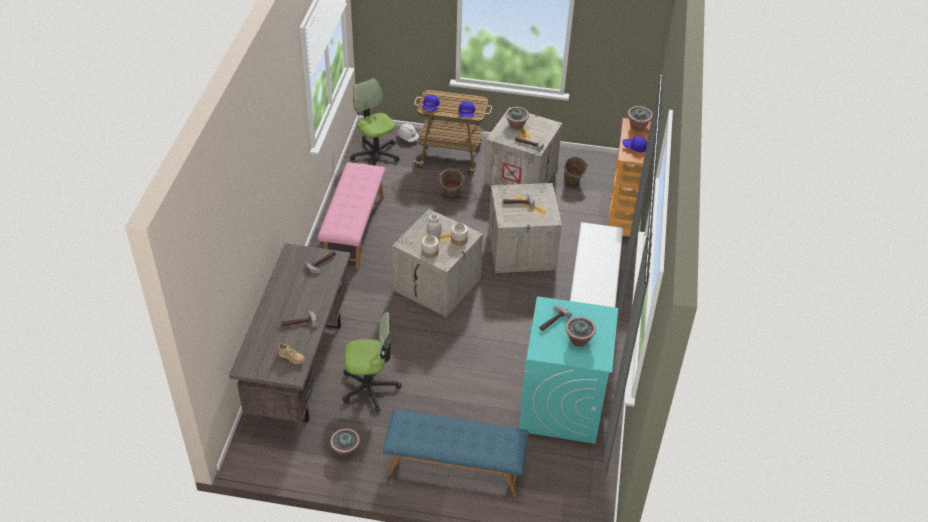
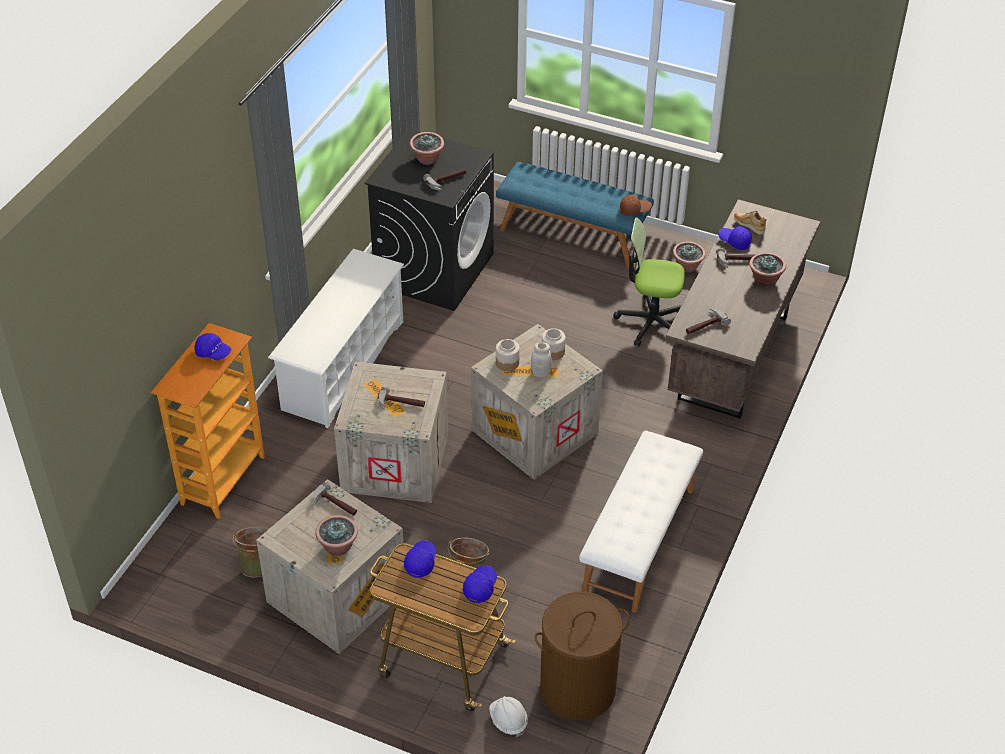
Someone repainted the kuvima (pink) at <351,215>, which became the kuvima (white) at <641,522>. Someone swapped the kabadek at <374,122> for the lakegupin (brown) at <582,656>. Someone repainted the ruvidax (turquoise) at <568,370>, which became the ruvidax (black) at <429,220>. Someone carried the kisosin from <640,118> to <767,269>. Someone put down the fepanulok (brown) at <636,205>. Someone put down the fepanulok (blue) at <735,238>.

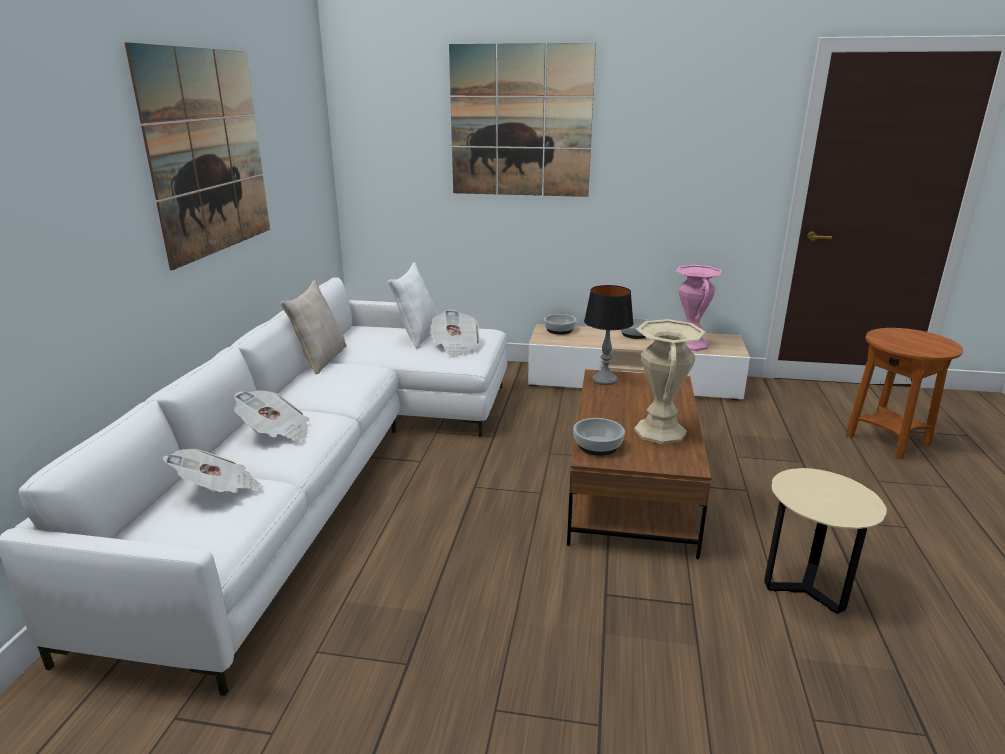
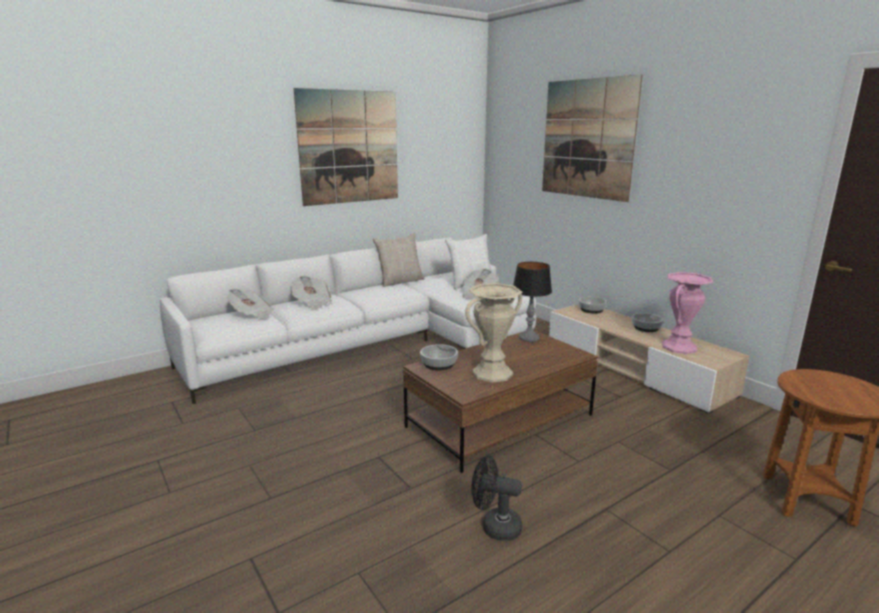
Someone swapped the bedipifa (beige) at <825,541> for the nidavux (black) at <497,498>.

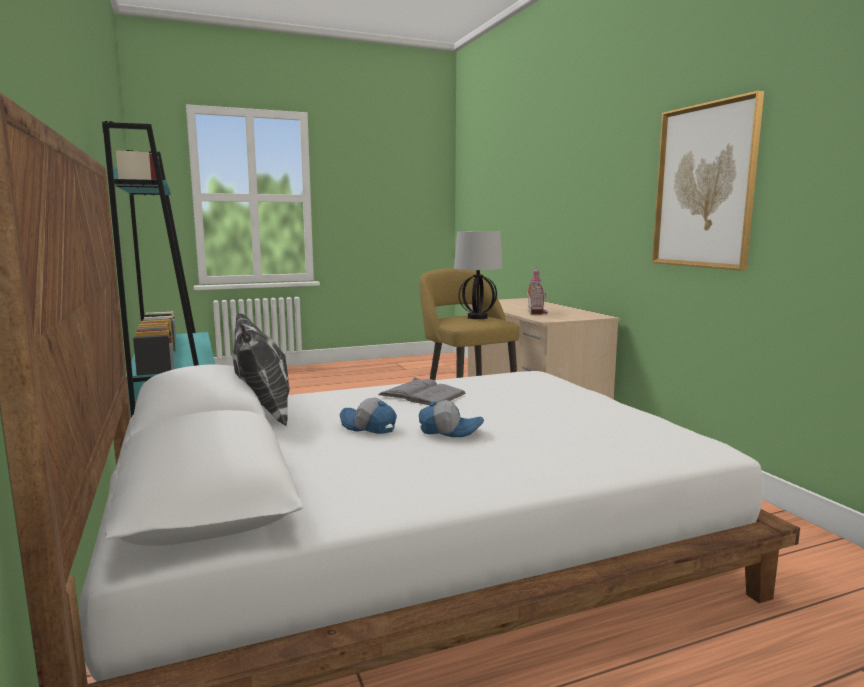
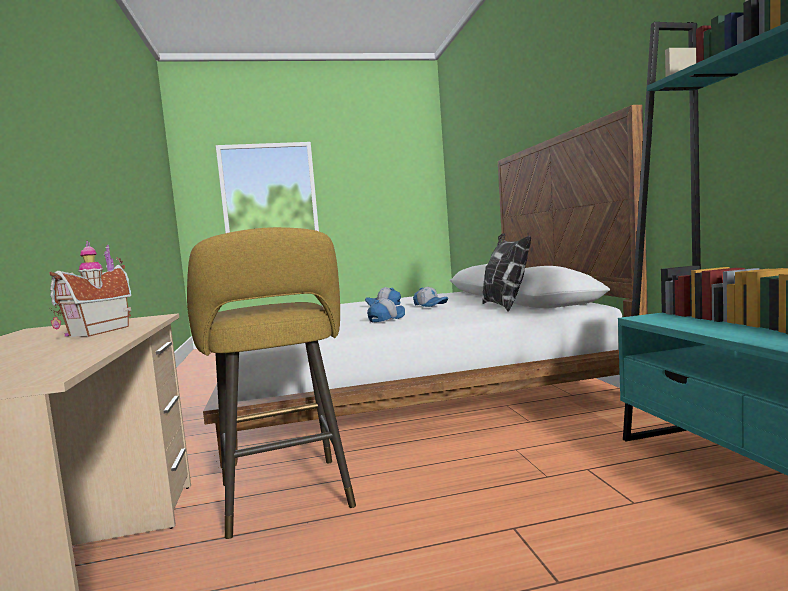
Someone swapped the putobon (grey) at <422,391> for the fepanulok at <386,310>. Someone took away the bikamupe at <478,275>. Someone took away the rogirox at <708,180>.

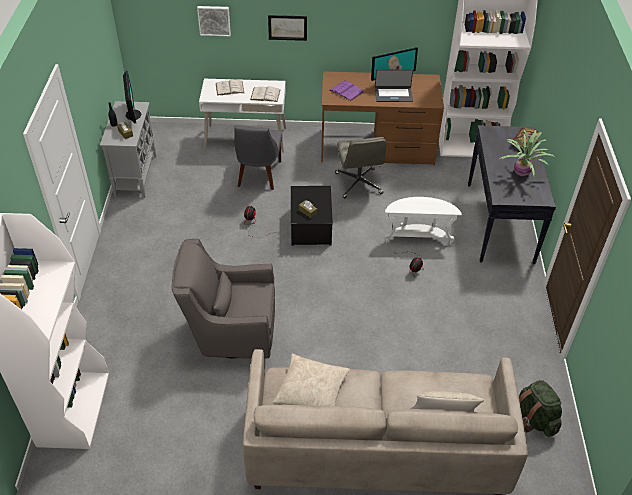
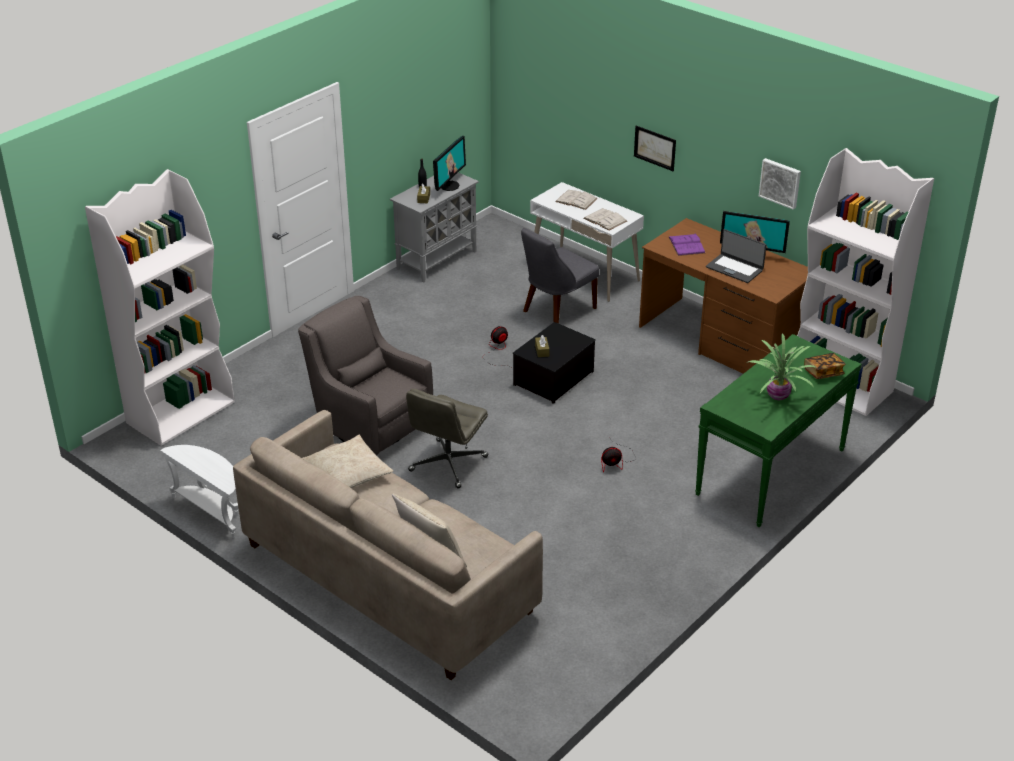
Someone carried the rogirox from <214,21> to <780,184>. Someone carried the kabadek (grey) from <360,168> to <447,438>. Someone carried the bedipifa (white) from <423,220> to <199,491>. Someone repainted the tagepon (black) at <512,194>, which became the tagepon (green) at <778,430>. Someone took away the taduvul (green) at <540,408>.

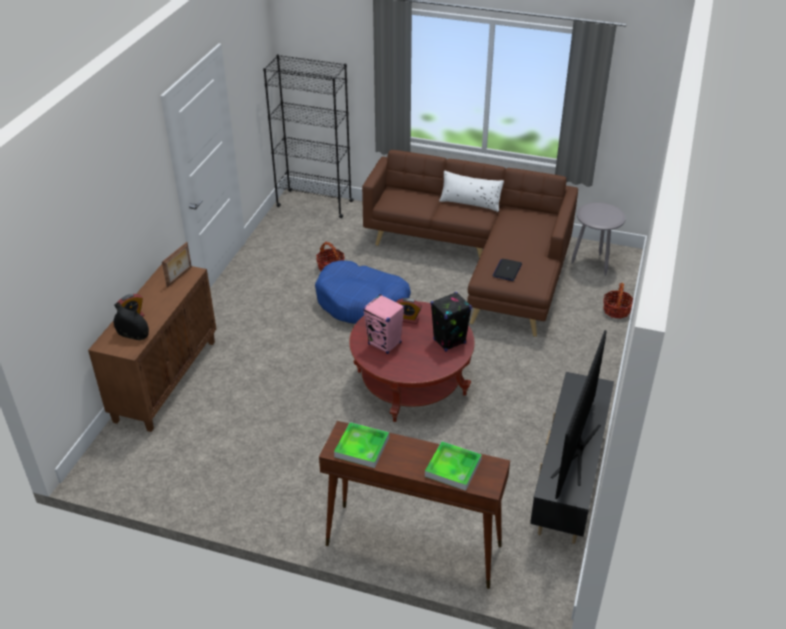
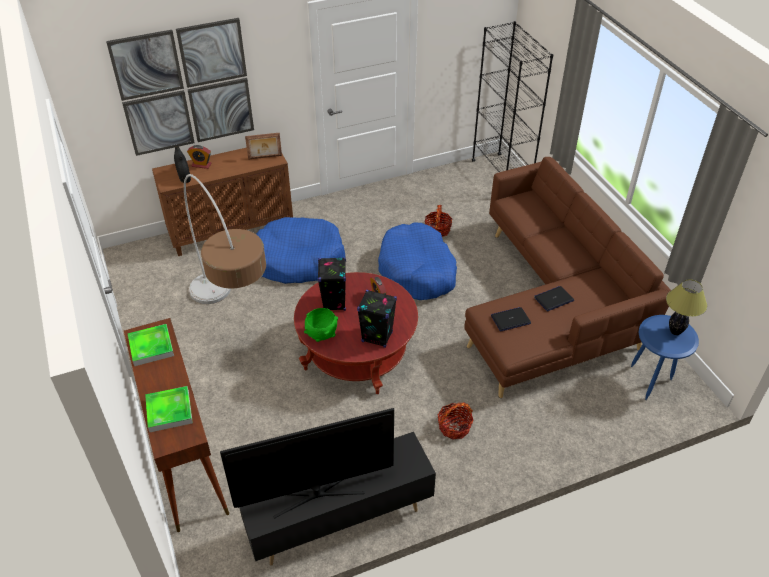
Someone repainted the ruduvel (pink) at <384,324>, which became the ruduvel (black) at <332,284>. Someone took away the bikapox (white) at <471,191>. Someone repainted the bedipifa (grey) at <598,239>, which became the bedipifa (blue) at <665,357>. Someone carried the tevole from <618,301> to <455,421>. Someone put up the rogirox at <180,87>. Someone put down the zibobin at <225,239>. Someone put down the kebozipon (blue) at <301,250>. Someone put down the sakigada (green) at <321,325>. Someone put down the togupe at <554,298>. Someone put down the bikamupe at <686,307>.

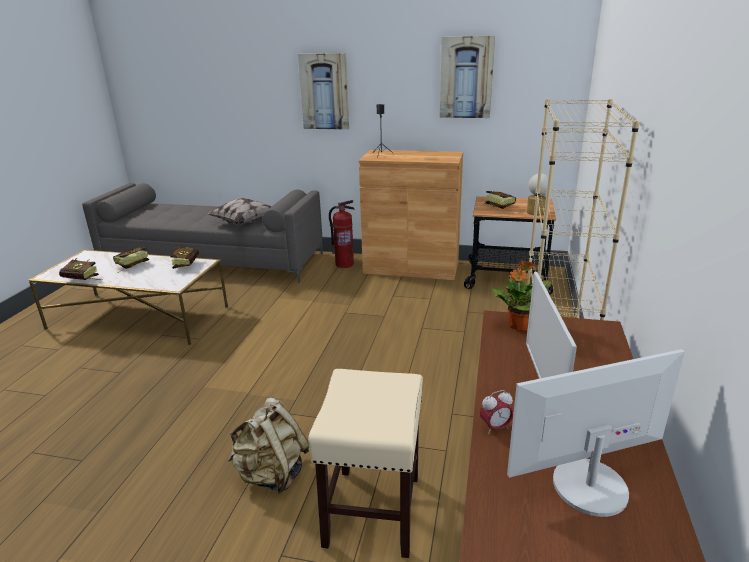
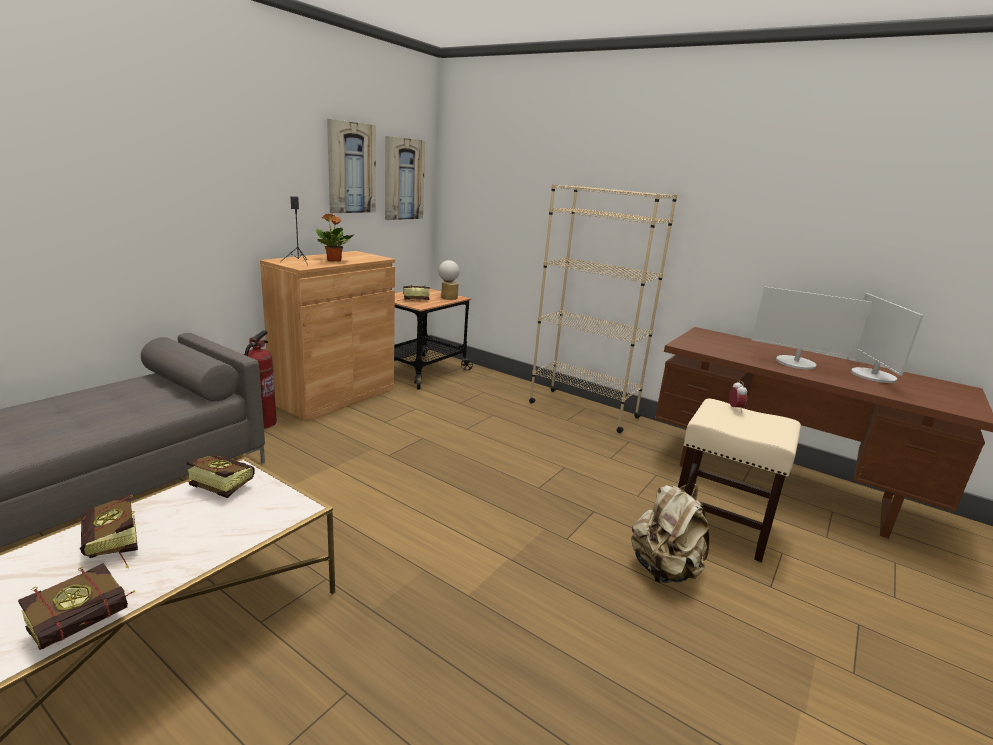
Someone took away the bikapox at <239,211>. Someone carried the rogirox from <323,91> to <405,178>. Someone carried the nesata from <497,412> to <738,396>. Someone carried the kisosin from <521,295> to <335,237>.

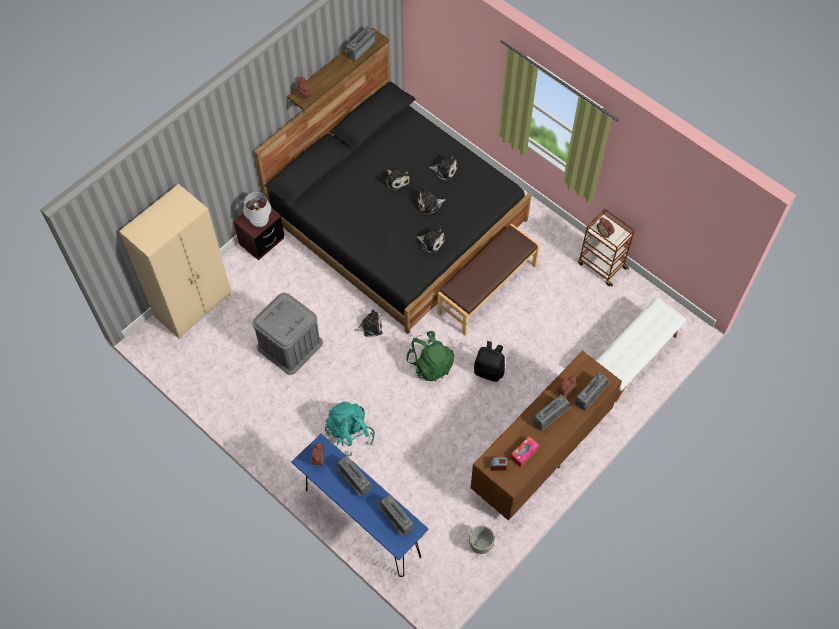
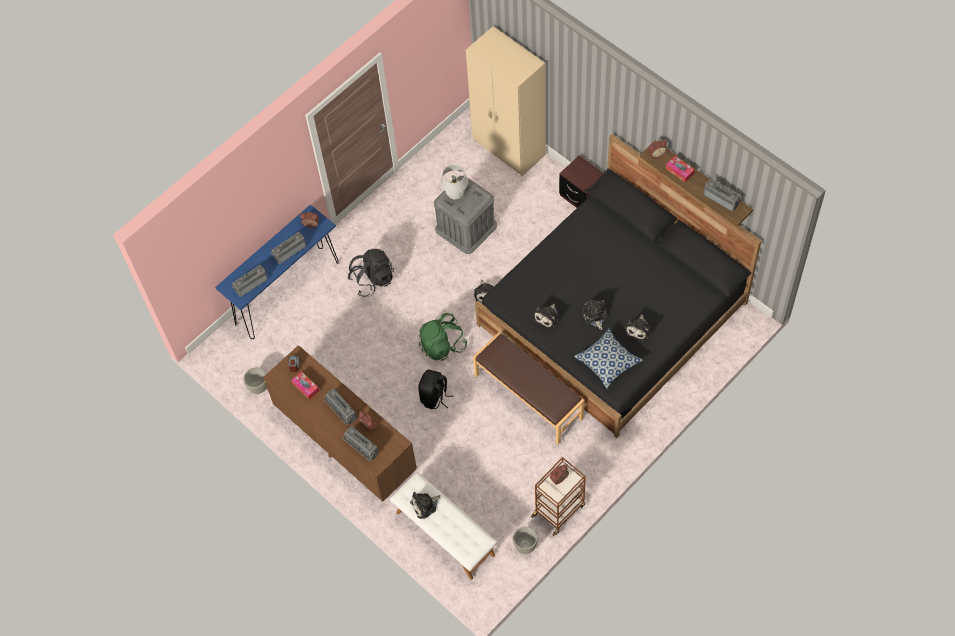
Someone carried the bikamupe (white) from <257,209> to <454,182>. Someone repainted the taduvul (turquoise) at <350,428>, which became the taduvul (black) at <371,273>. Someone carried the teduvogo from <397,180> to <425,505>. Someone put down the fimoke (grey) at <525,540>. Someone put down the bikapox at <608,358>. Someone put down the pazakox at <680,169>.

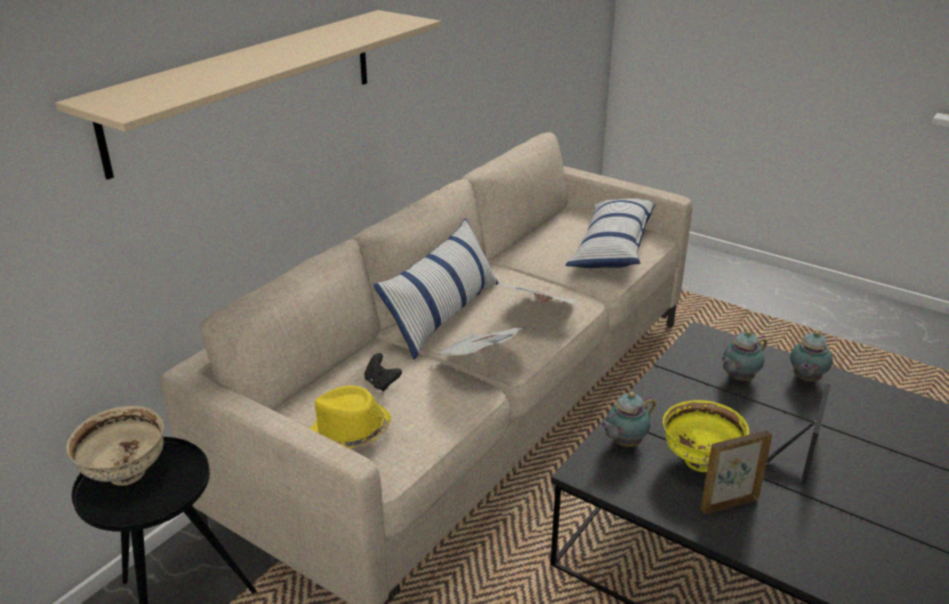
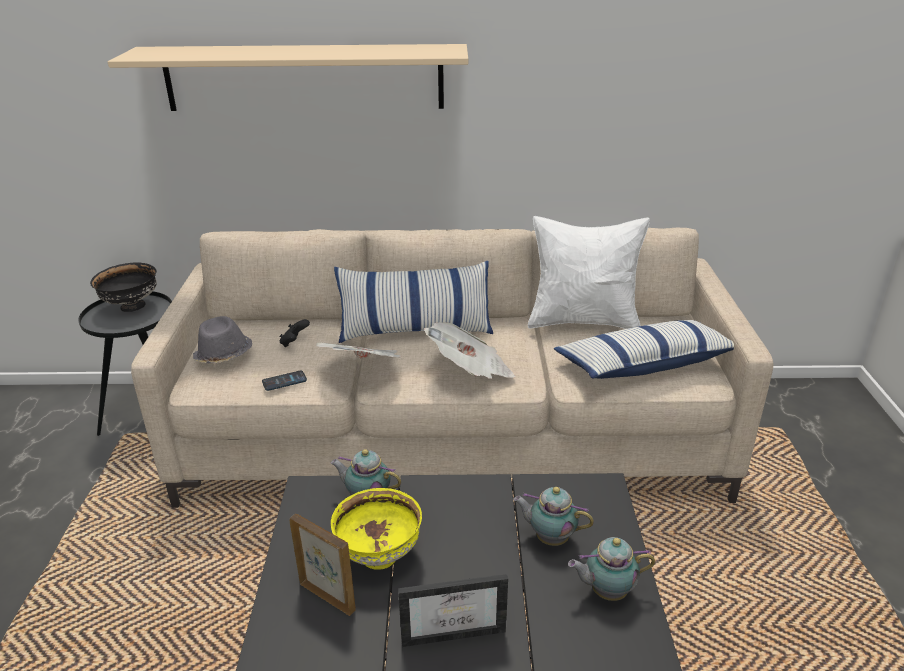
Someone repainted the sakigada (beige) at <115,446>, which became the sakigada (black) at <123,287>. Someone repainted the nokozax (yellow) at <350,417>, which became the nokozax (grey) at <222,339>. Someone put down the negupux at <284,381>. Someone put down the bikapox (white) at <589,272>.

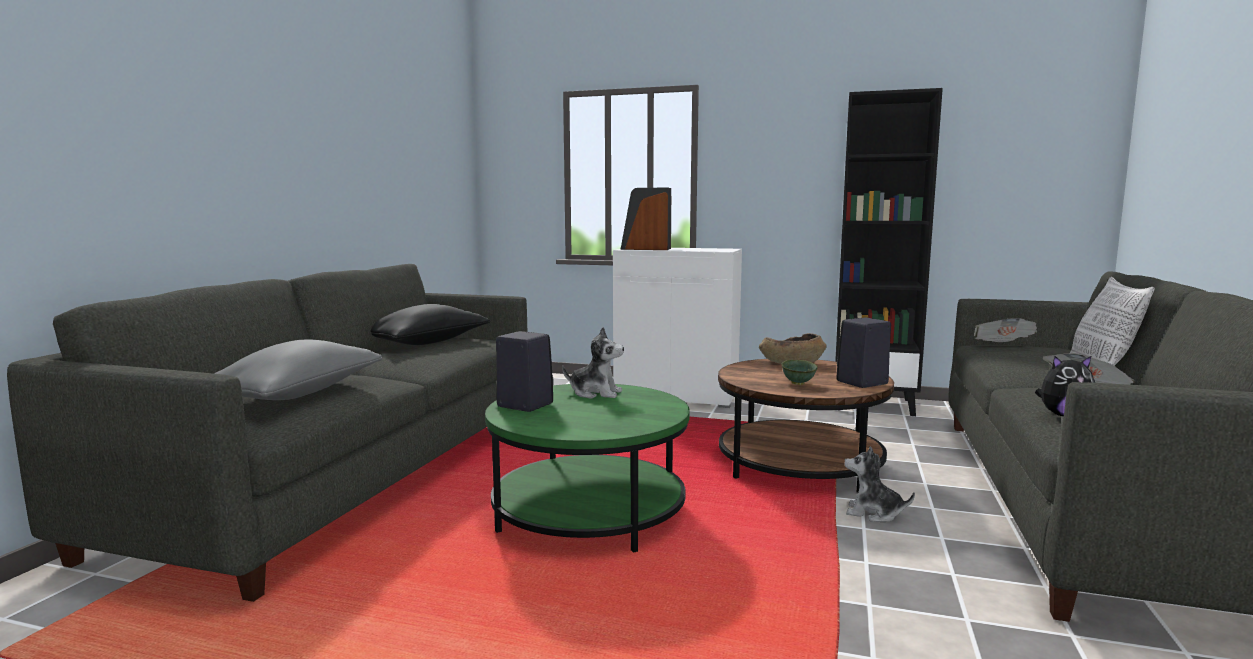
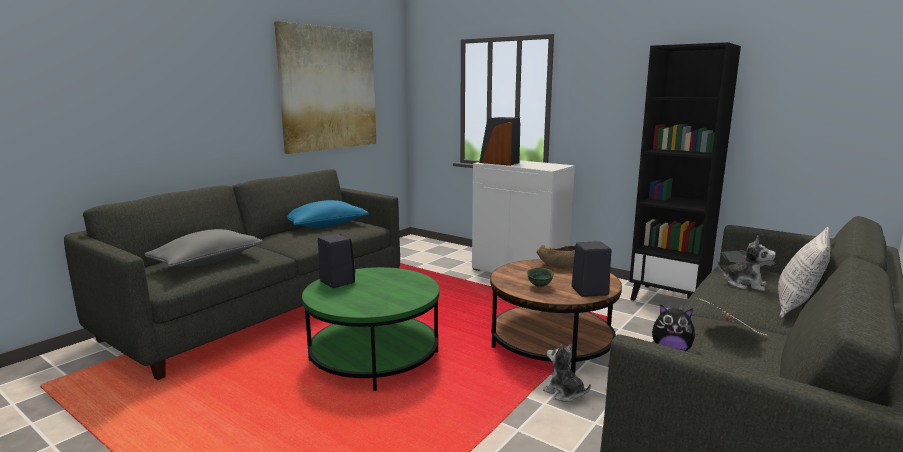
Someone repainted the bikapox (black) at <430,324>, which became the bikapox (blue) at <328,214>. Someone carried the teduvogo from <593,363> to <747,263>. Someone put up the rogirox at <325,87>.

